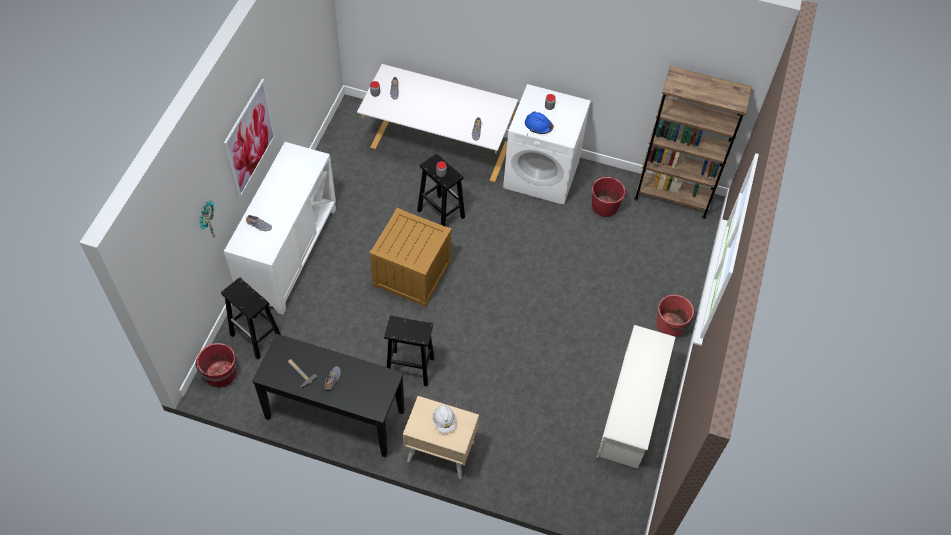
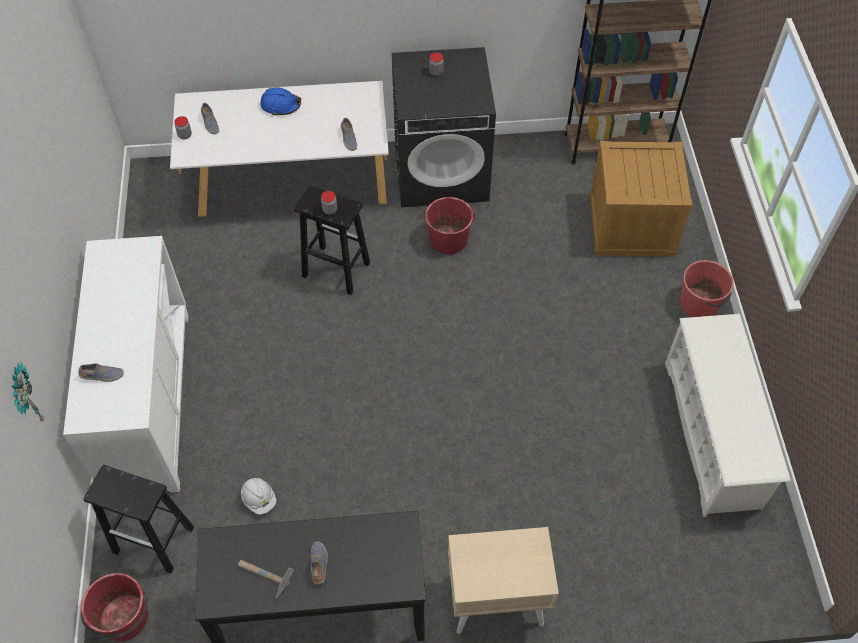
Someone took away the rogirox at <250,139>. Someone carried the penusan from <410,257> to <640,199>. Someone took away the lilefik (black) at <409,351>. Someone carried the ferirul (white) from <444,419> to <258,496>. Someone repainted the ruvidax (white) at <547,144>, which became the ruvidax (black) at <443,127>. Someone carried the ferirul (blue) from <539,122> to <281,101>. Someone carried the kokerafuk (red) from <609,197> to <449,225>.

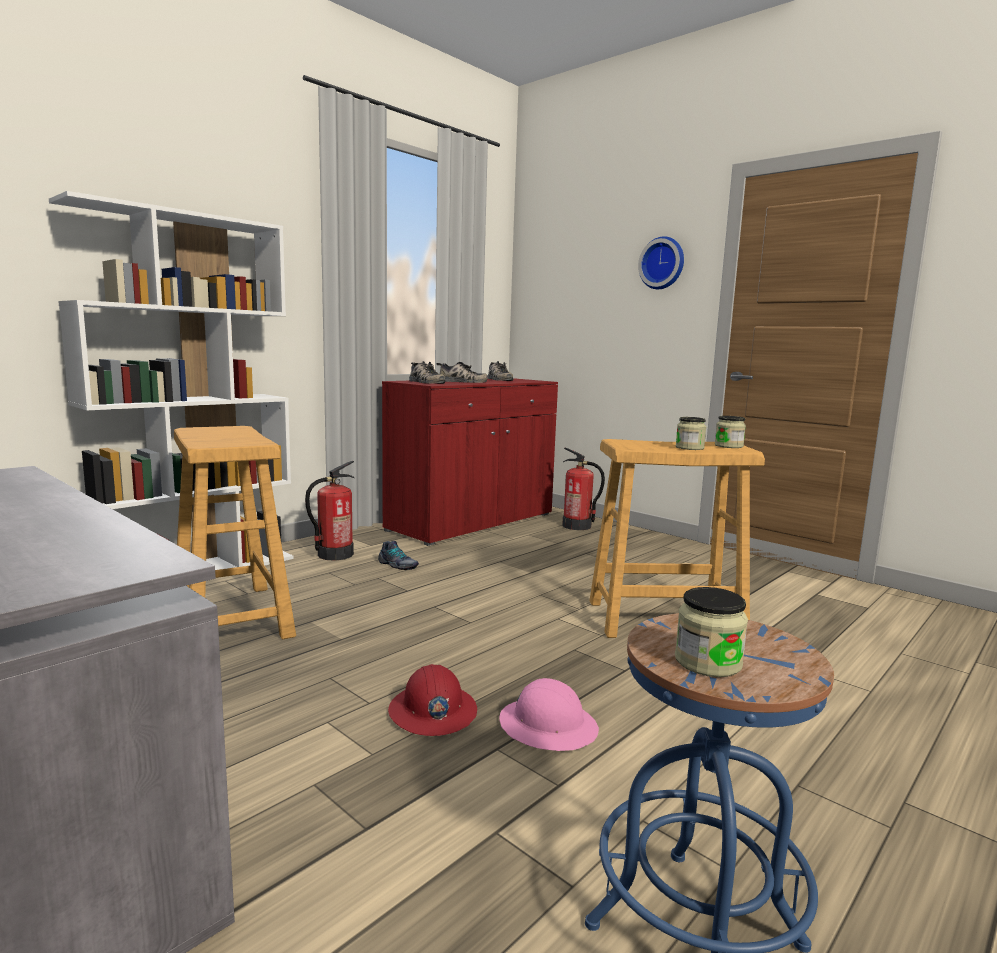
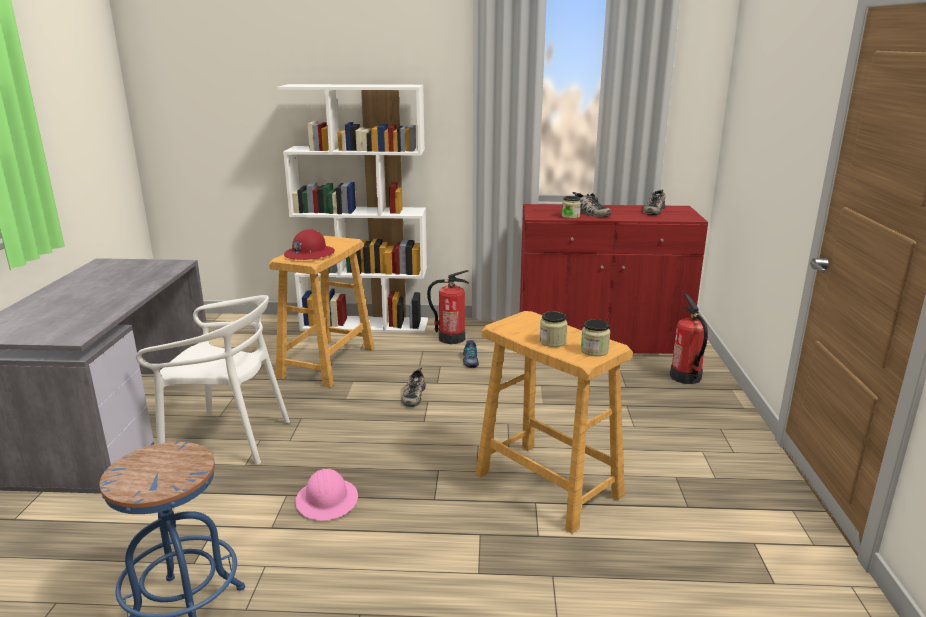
Someone carried the ferirul (red) from <432,700> to <309,244>. Someone carried the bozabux from <427,372> to <413,387>. Someone took away the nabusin at <661,262>. Someone carried the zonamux from <711,632> to <571,207>. Someone put down the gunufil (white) at <213,380>.

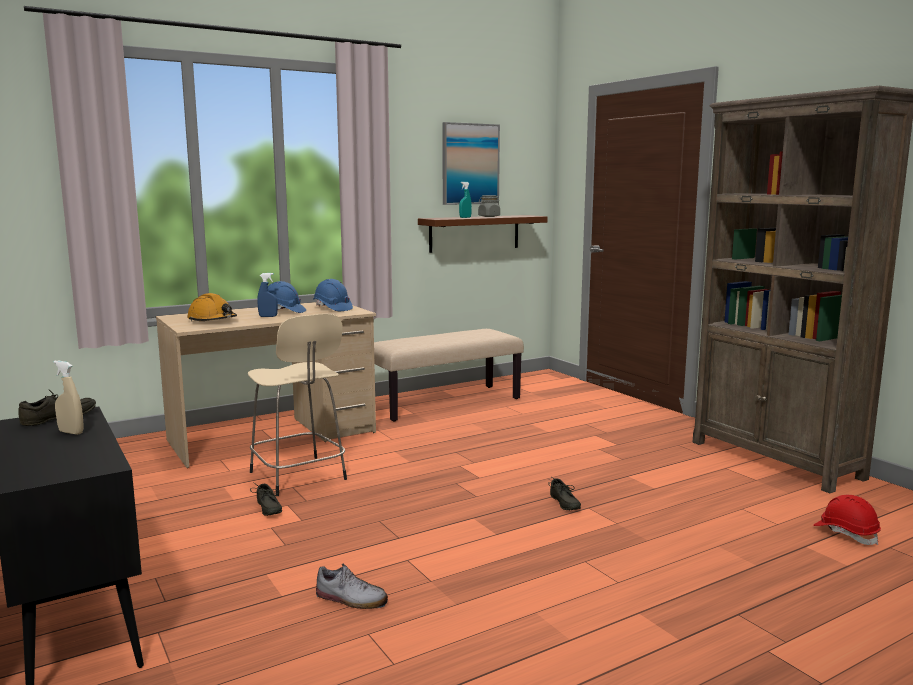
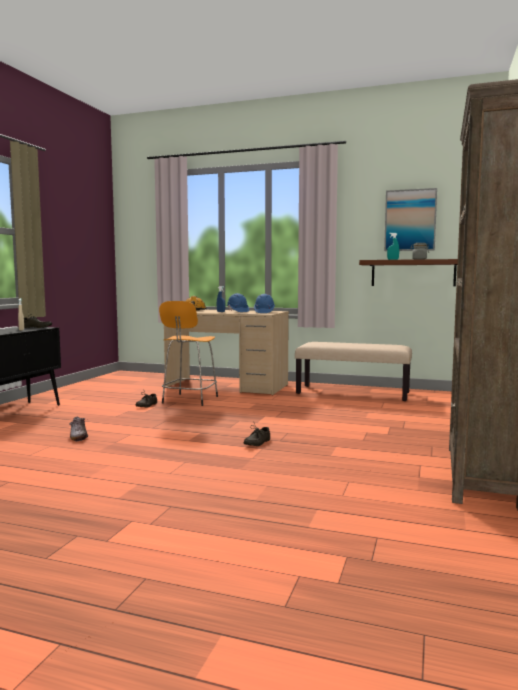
Someone repainted the lilefik (beige) at <297,405>, which became the lilefik (orange) at <188,353>. Someone took away the ferirul (red) at <847,520>.

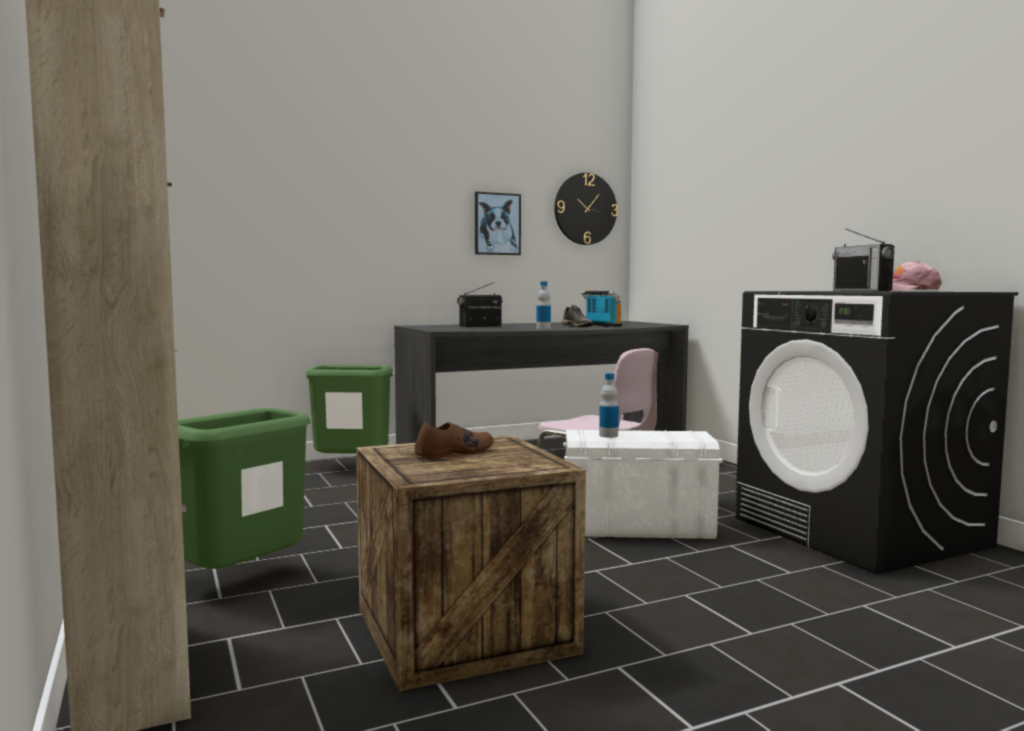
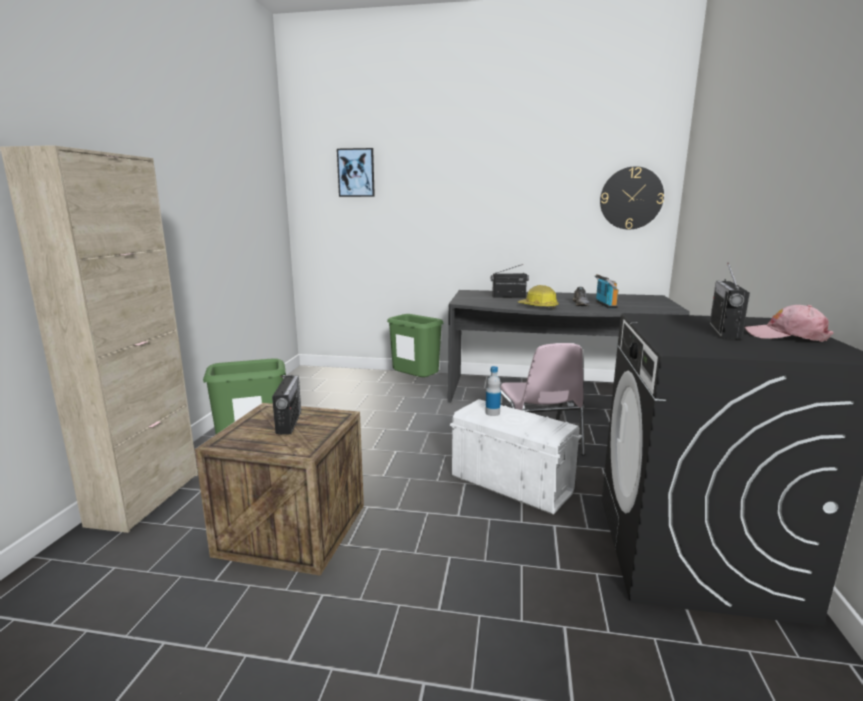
Someone swapped the bozabux (brown) at <454,440> for the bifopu at <286,405>. Someone carried the rogirox from <498,223> to <356,172>. Someone swapped the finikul at <543,305> for the ferirul at <538,297>.

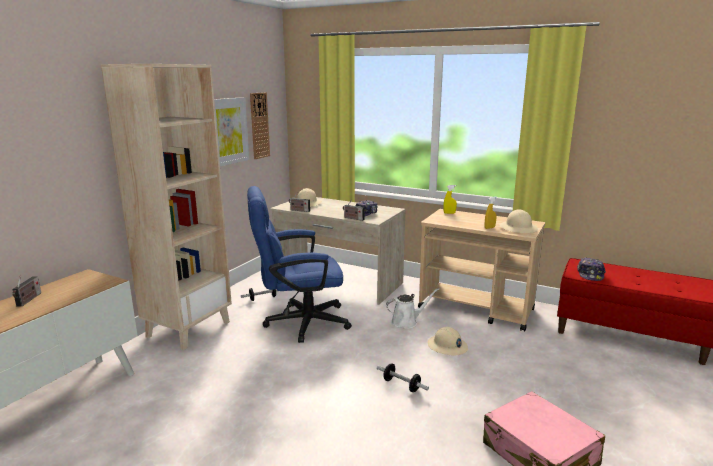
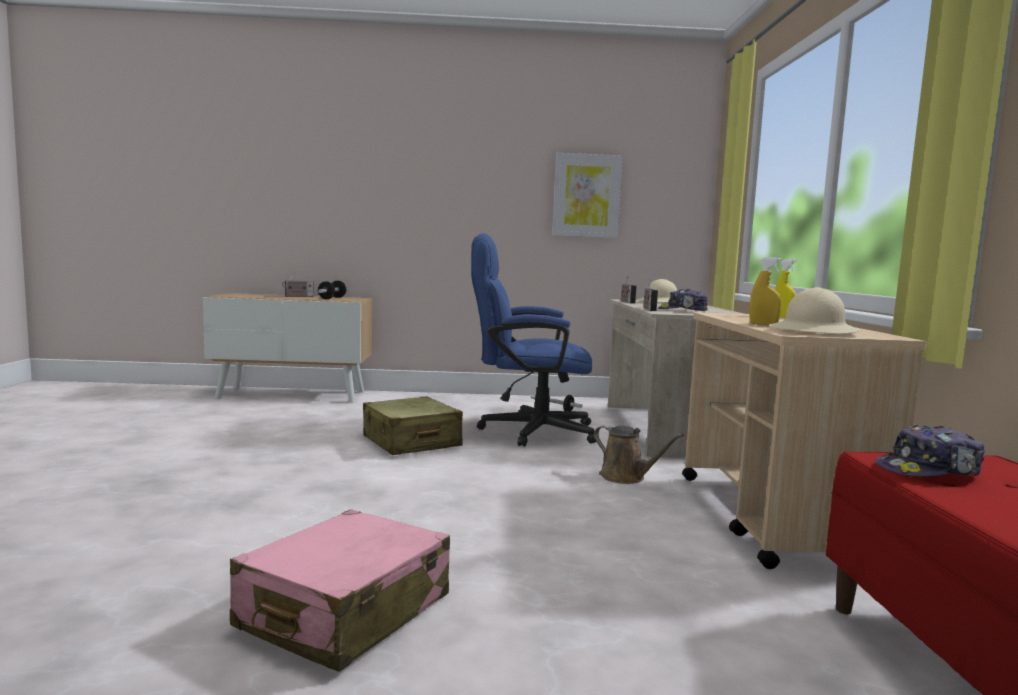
Someone took away the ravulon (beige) at <166,207>. Someone rotated the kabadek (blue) at <299,264> by 45 degrees counterclockwise. Someone took away the nabusin at <260,125>. Someone carried the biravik from <403,377> to <332,290>. Someone repainted the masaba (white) at <412,308>, which became the masaba (brown) at <639,454>. Someone took away the ferirul (beige) at <448,341>. Someone put down the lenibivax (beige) at <413,425>.

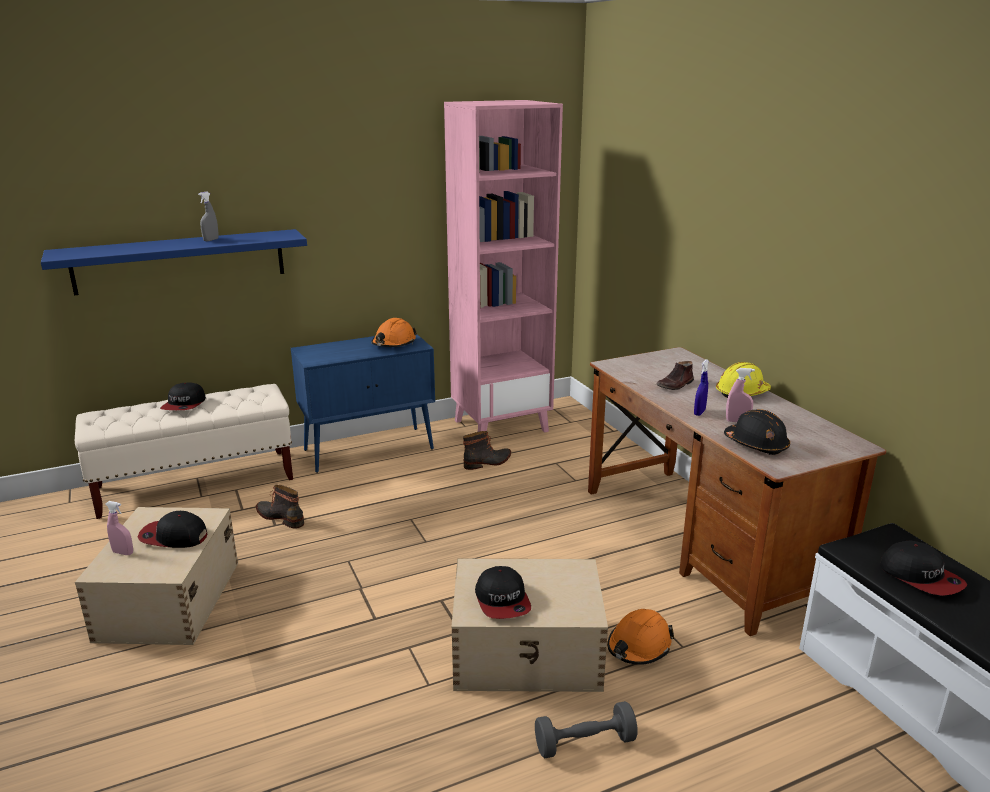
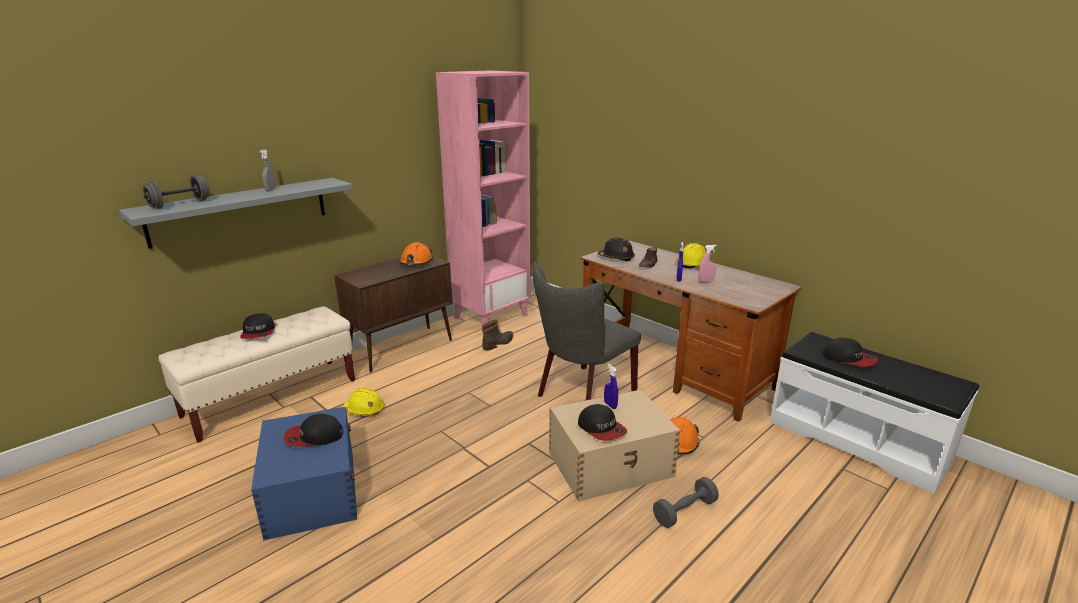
Someone repainted the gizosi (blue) at <174,262>, which became the gizosi (grey) at <235,213>. Someone repainted the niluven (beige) at <156,576>, which became the niluven (blue) at <304,474>. Someone took away the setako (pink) at <119,528>. Someone swapped the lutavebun at <280,507> for the ferirul (yellow) at <364,402>. Someone repainted the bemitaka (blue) at <363,403>, which became the bemitaka (brown) at <393,314>. Someone carried the ferirul (black) from <757,432> to <616,249>. Someone put down the biravik (grey) at <176,192>. Someone put down the gunufil (grey) at <587,331>. Someone put down the setako (blue) at <611,386>.

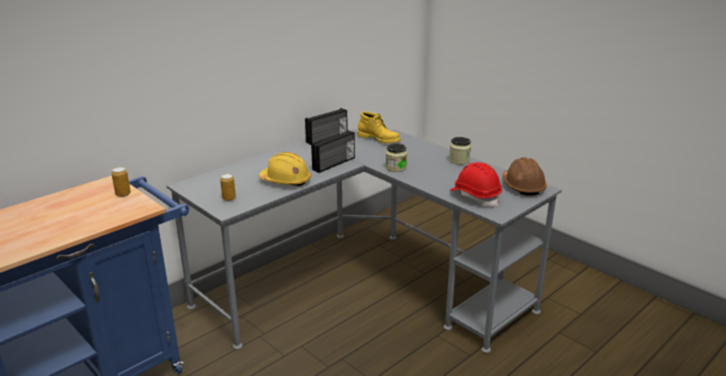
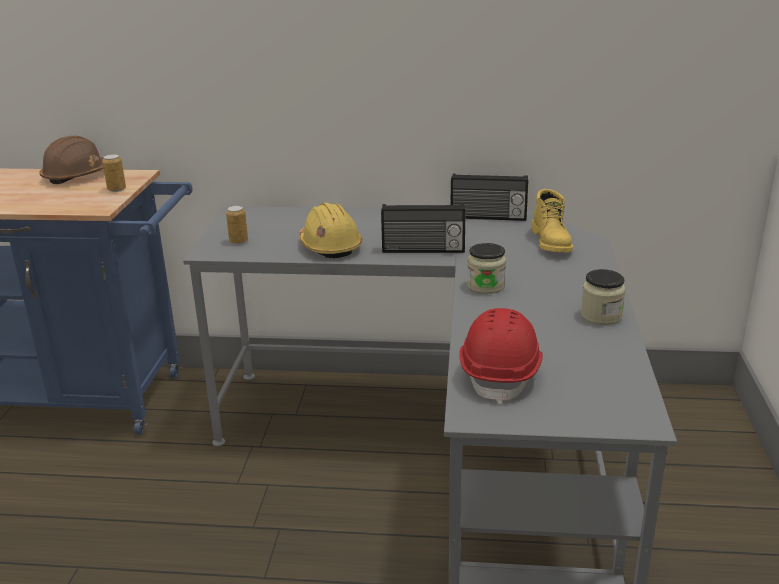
Someone carried the ferirul (brown) from <525,176> to <71,160>.

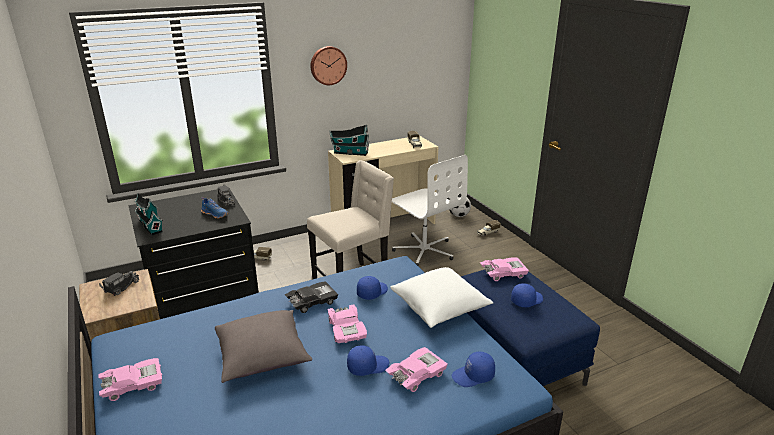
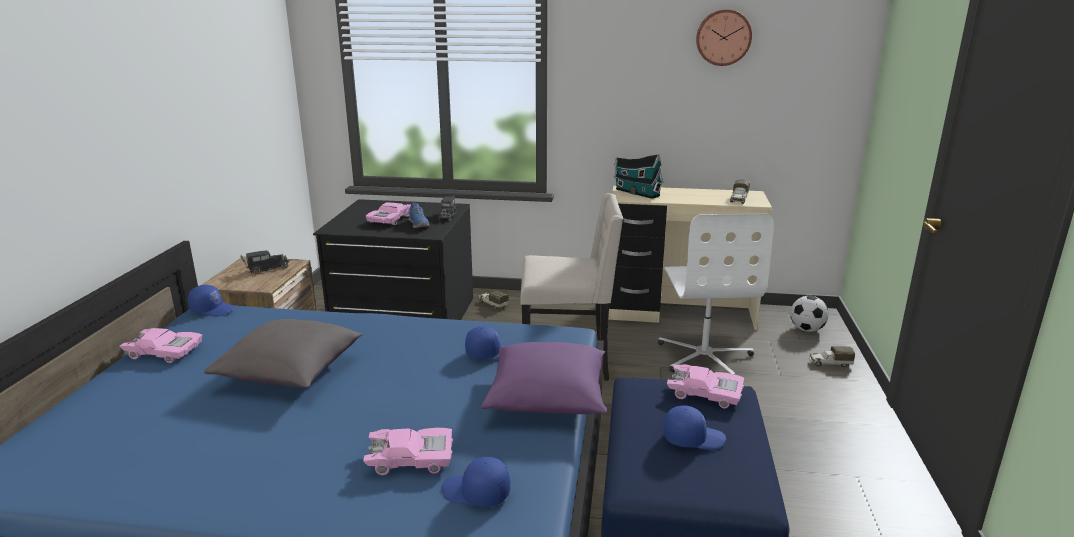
Someone took away the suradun at <148,214>. Someone took away the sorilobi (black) at <311,297>. Someone carried the nabusin from <328,65> to <724,37>. Someone carried the sorilobi (pink) from <347,324> to <388,213>. Someone carried the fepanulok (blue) from <368,360> to <211,301>. Someone repainted the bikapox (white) at <442,297>, which became the bikapox (purple) at <544,378>.

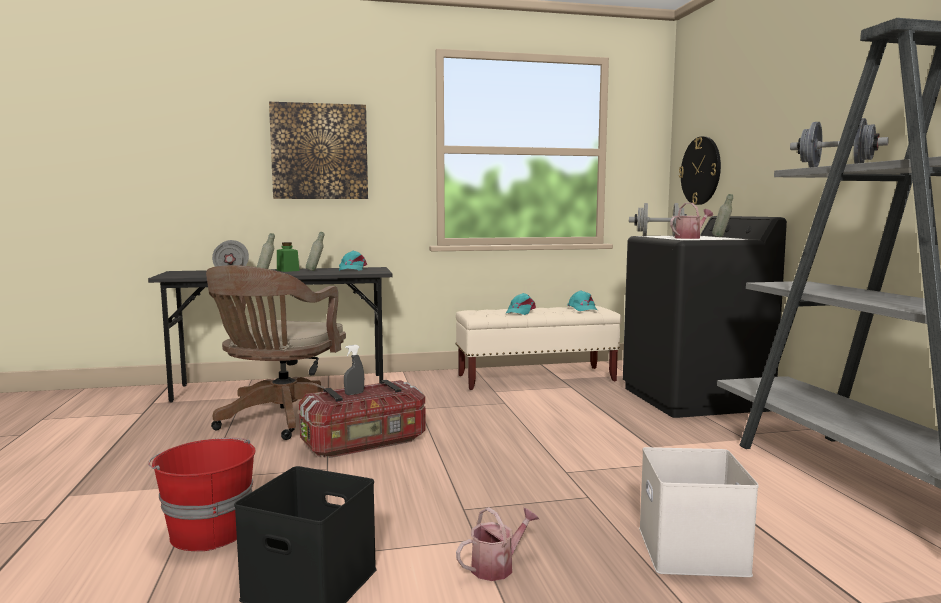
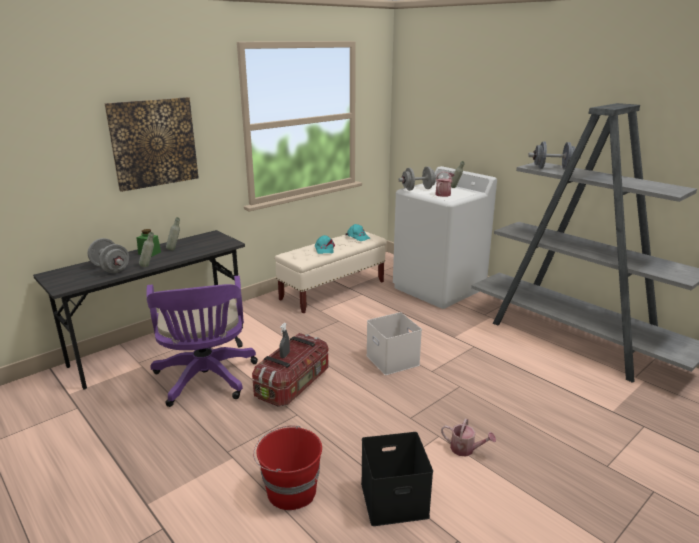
Someone repainted the kabadek (brown) at <276,352>, which became the kabadek (purple) at <202,341>. Someone took away the fepanulok (turquoise) at <353,261>. Someone rotated the masaba at <497,544> by 90 degrees clockwise. Someone repainted the ruvidax (black) at <705,317>, which became the ruvidax (white) at <445,237>. Someone carried the niluven (white) from <699,512> to <394,343>. Someone took away the nabusin at <700,170>.

